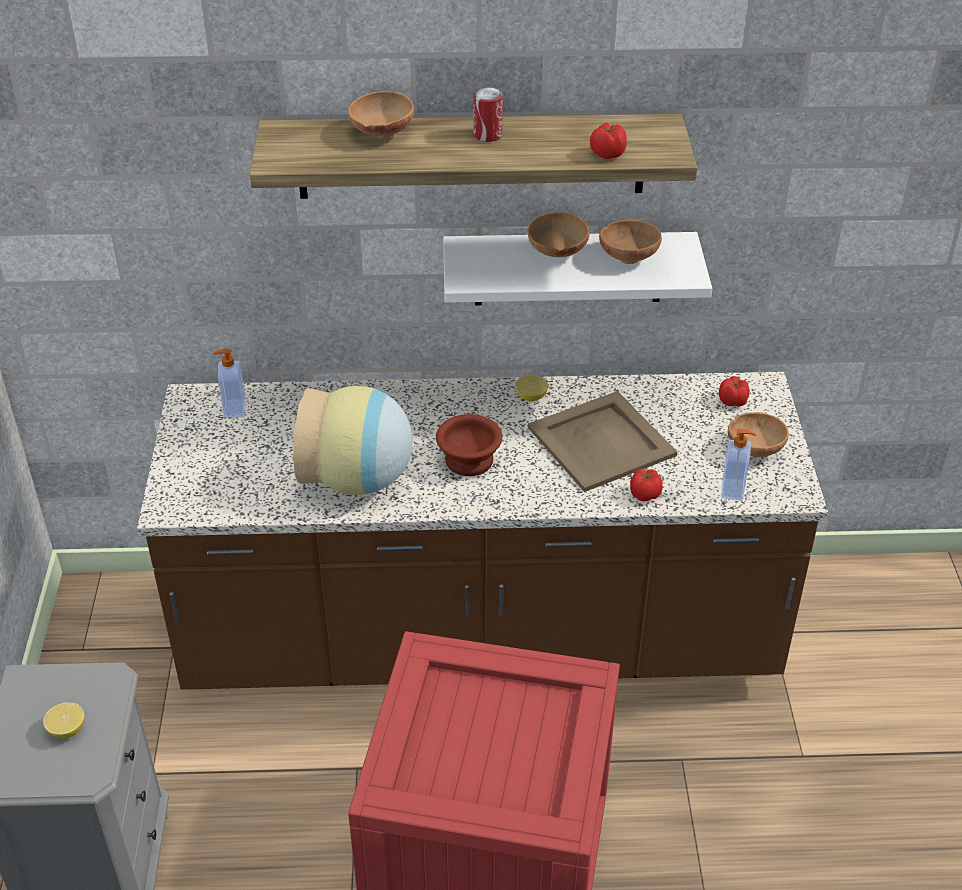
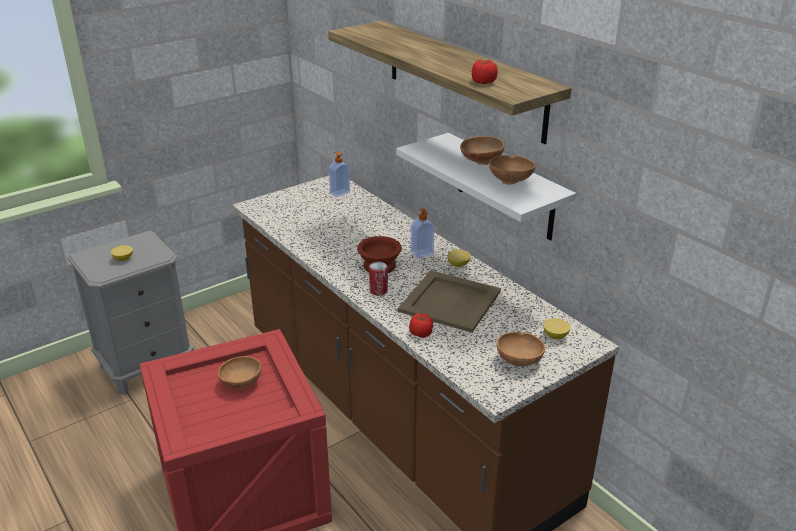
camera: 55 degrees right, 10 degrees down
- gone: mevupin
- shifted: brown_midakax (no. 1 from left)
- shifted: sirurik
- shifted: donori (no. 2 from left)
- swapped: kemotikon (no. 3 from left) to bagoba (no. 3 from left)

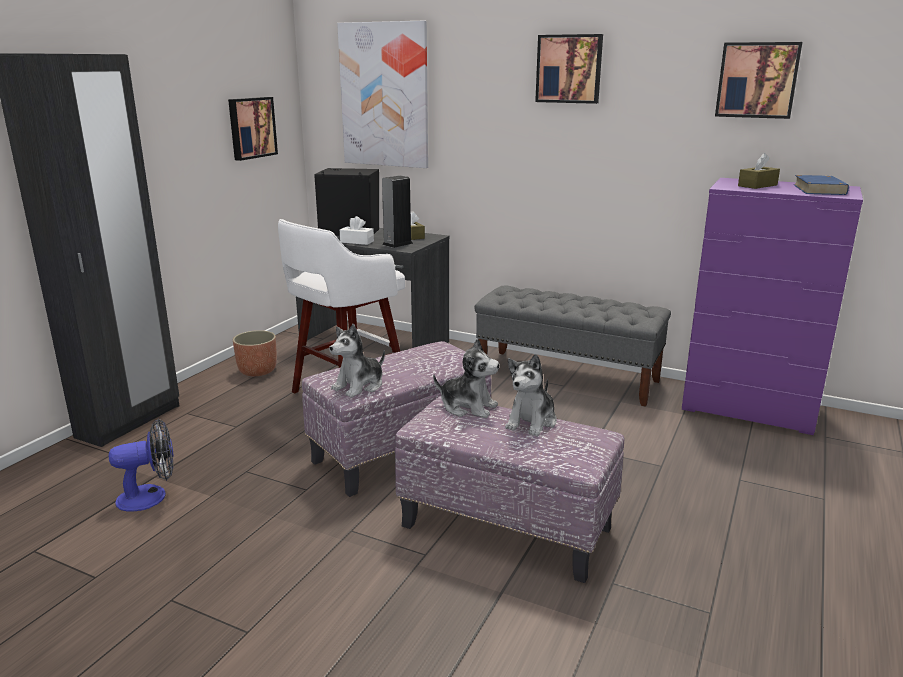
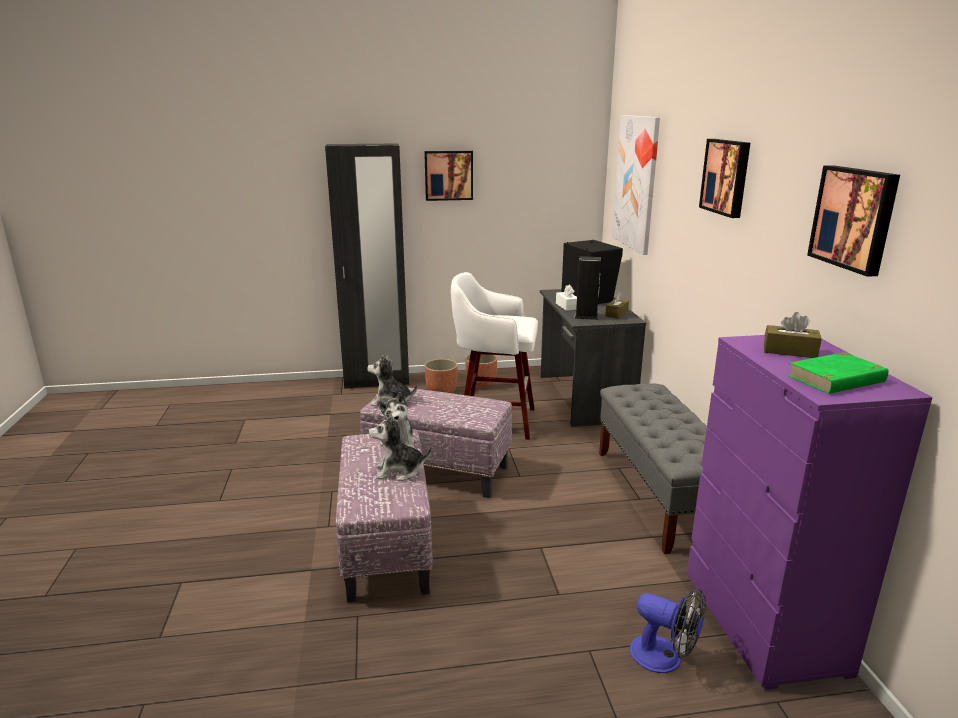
camera: 55 degrees right, 0 degrees up
- new: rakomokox (no. 1 from left)
- shifted: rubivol
- shifted: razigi (no. 1 from left)
- repainted: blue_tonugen to green_tonugen

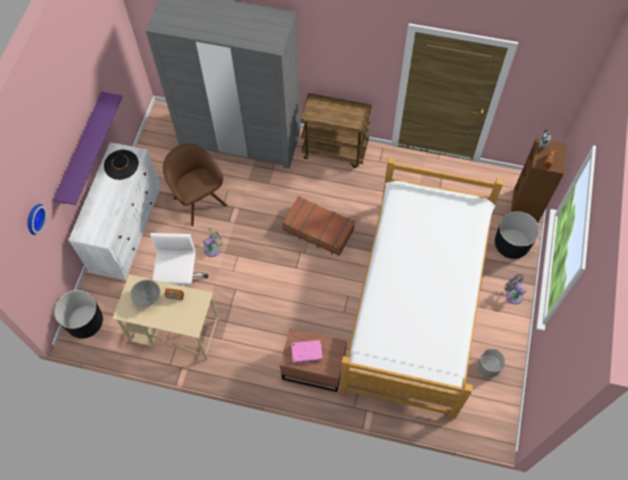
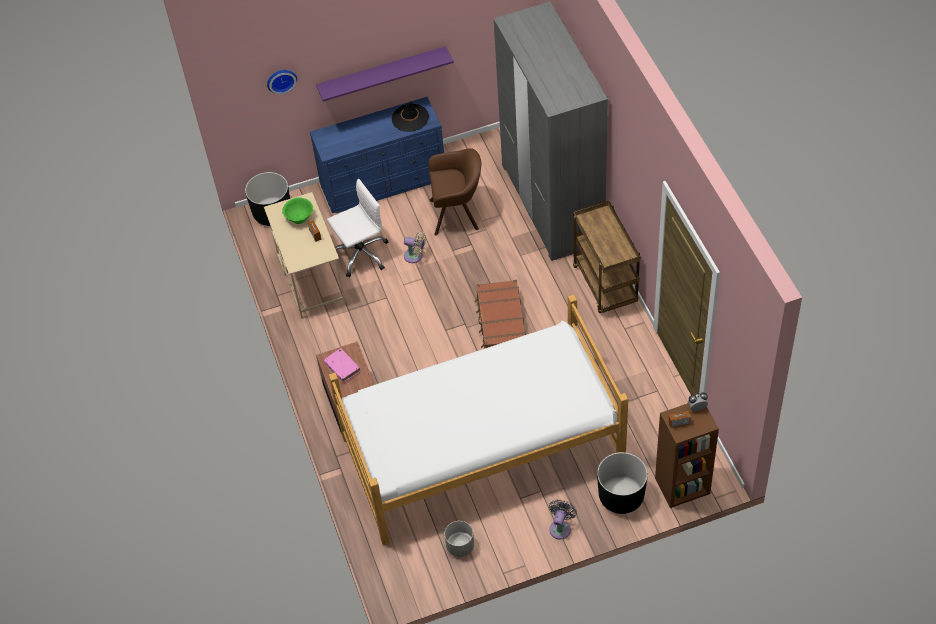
camera: 60 degrees right, 10 degrees down
- repainted: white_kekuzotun to blue_kekuzotun
- repainted: grey_midakax to green_midakax
- rotated: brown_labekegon 60 degrees clockwise

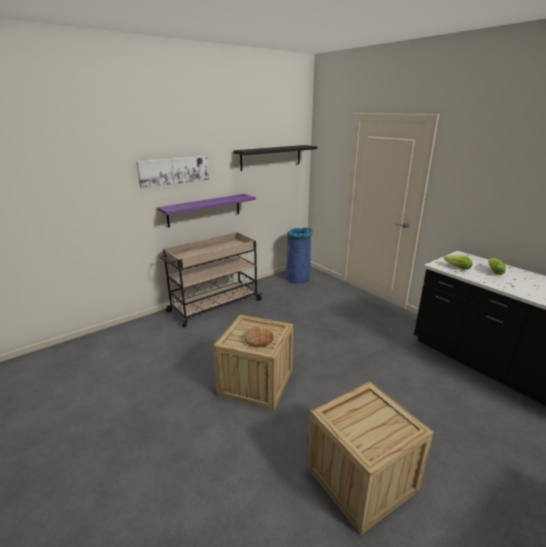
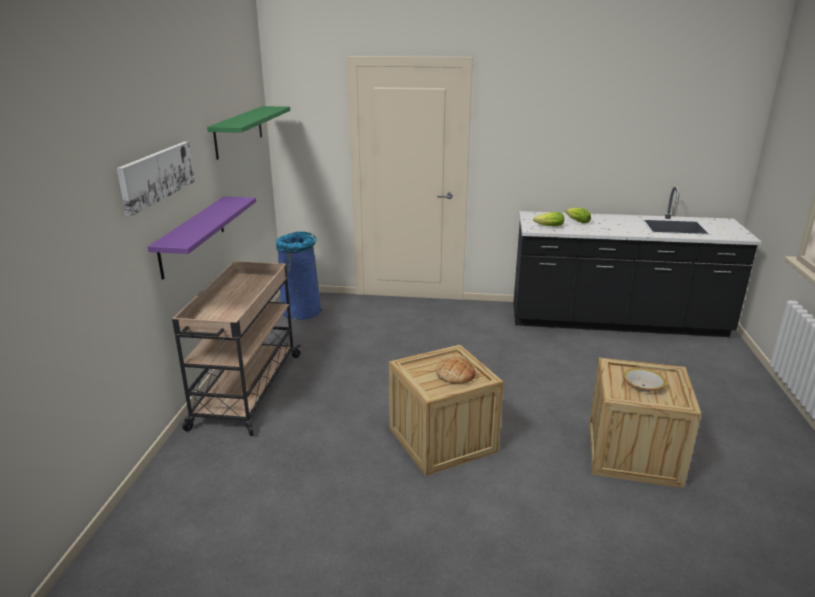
camera: 45 degrees left, 0 degrees up
- new: midakax
- repainted: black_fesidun to green_fesidun

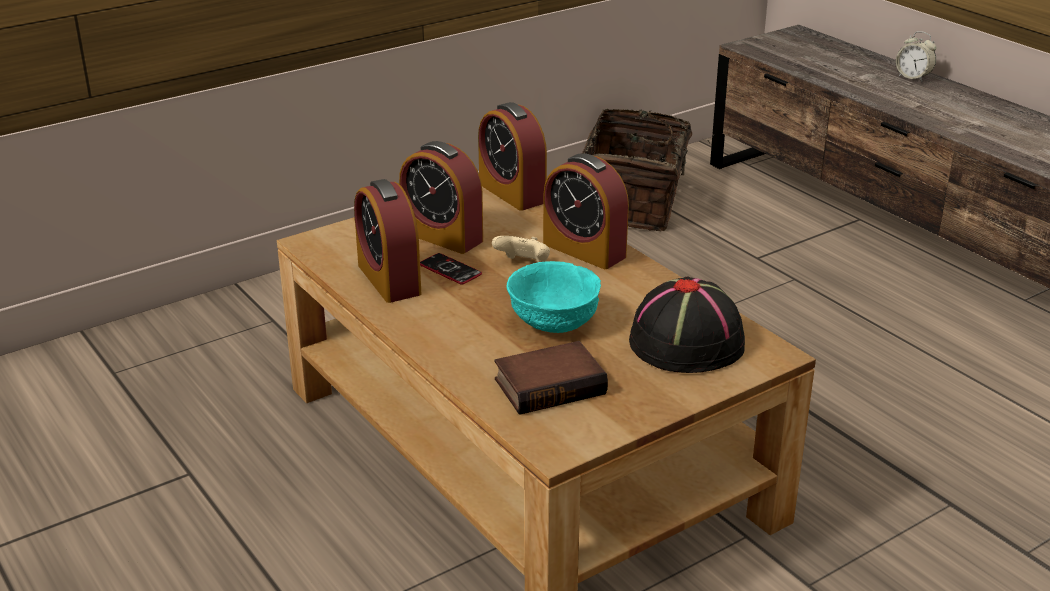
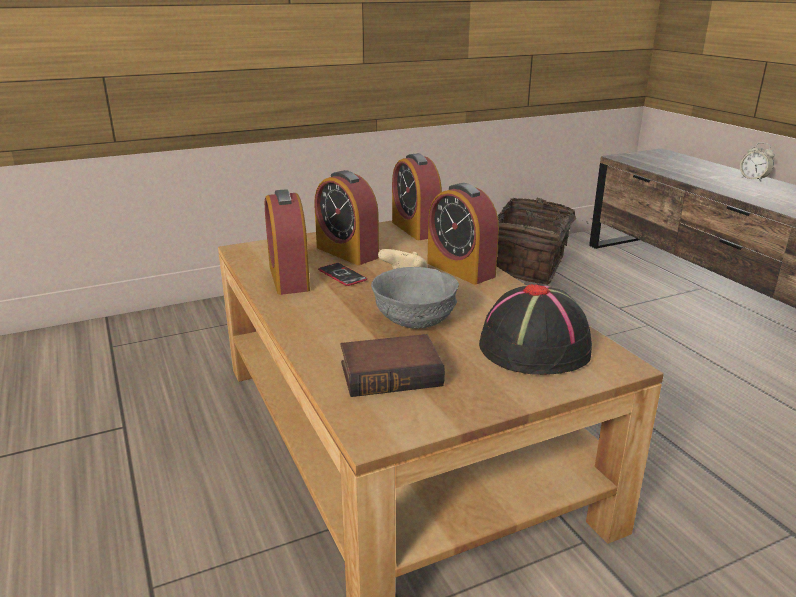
camera: 10 degrees right, 5 degrees down
- repainted: turquoise_midakax to grey_midakax

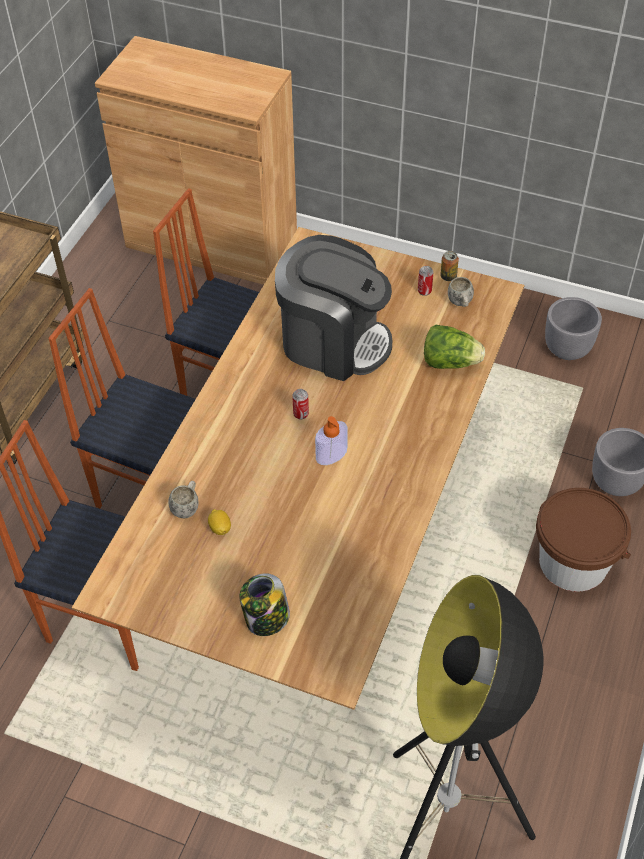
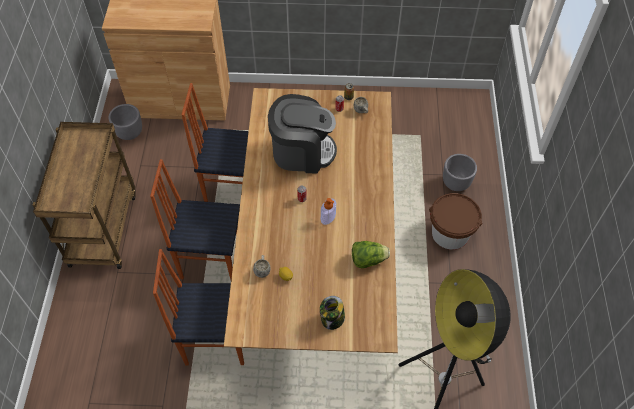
camera: 20 degrees left, 5 degrees up
- shifted: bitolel
- shifted: grey_rakomokox (no. 1 from left)

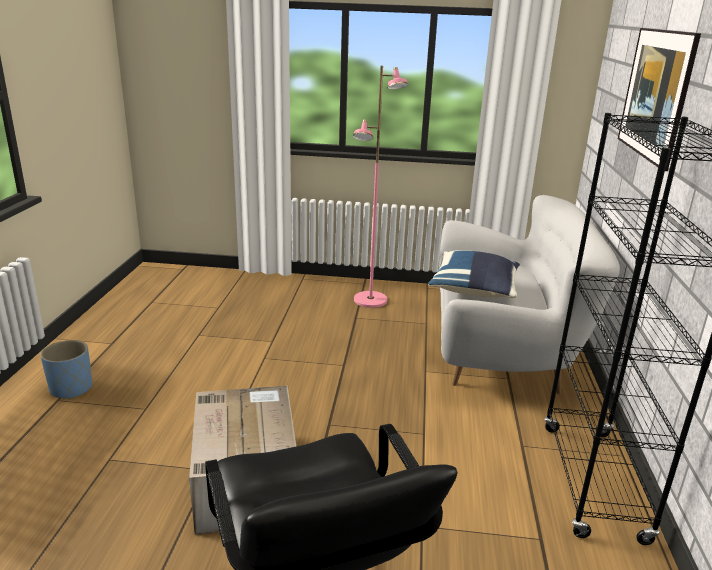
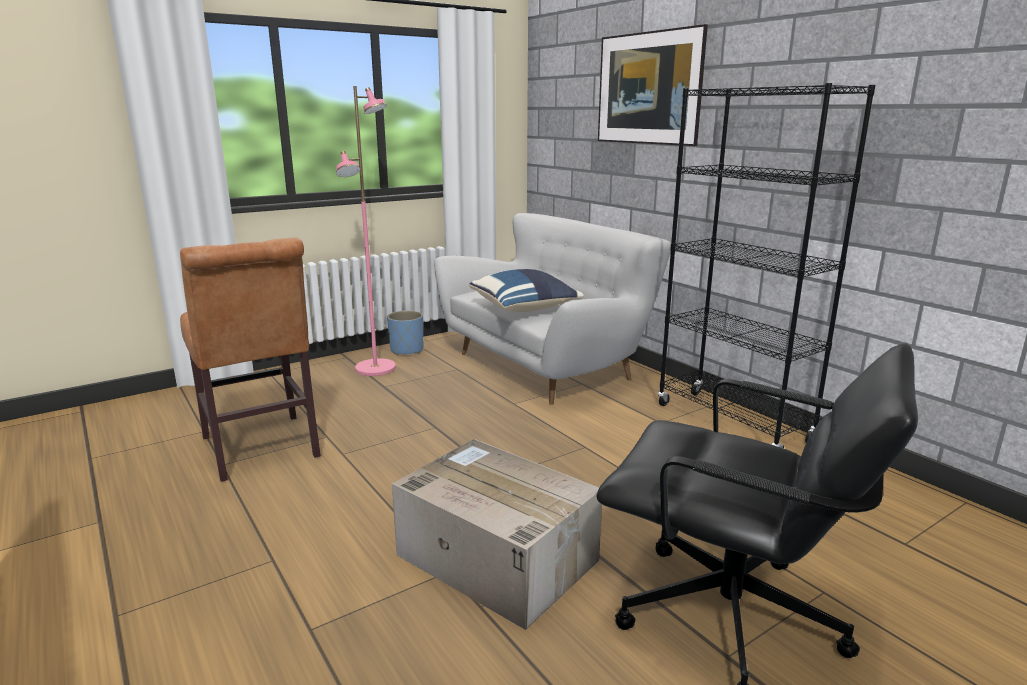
camera: 40 degrees left, 5 degrees down
- new: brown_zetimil
- shifted: blue_rakomokox

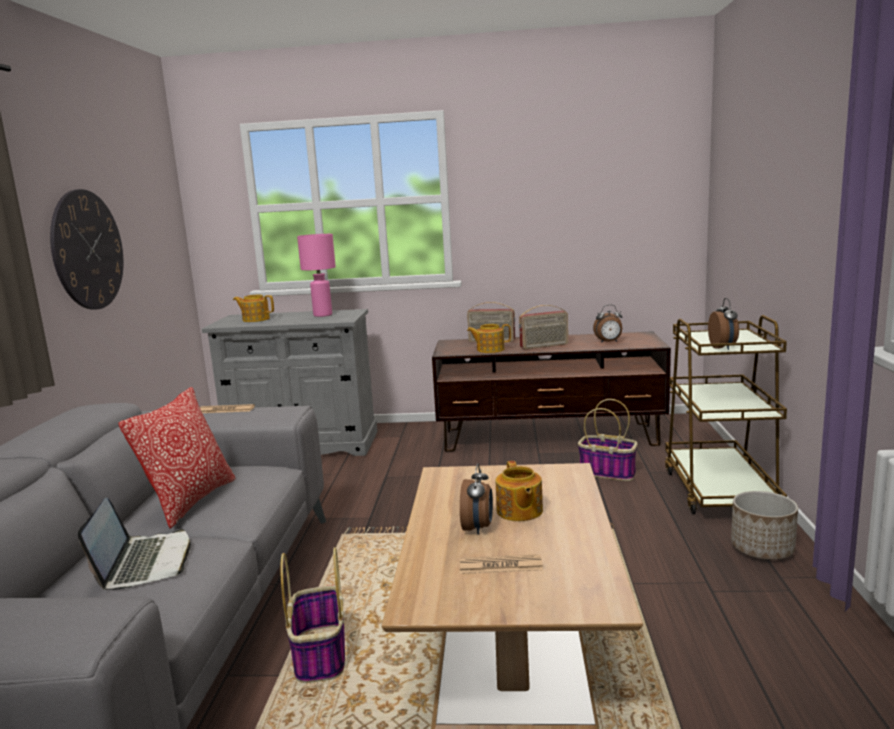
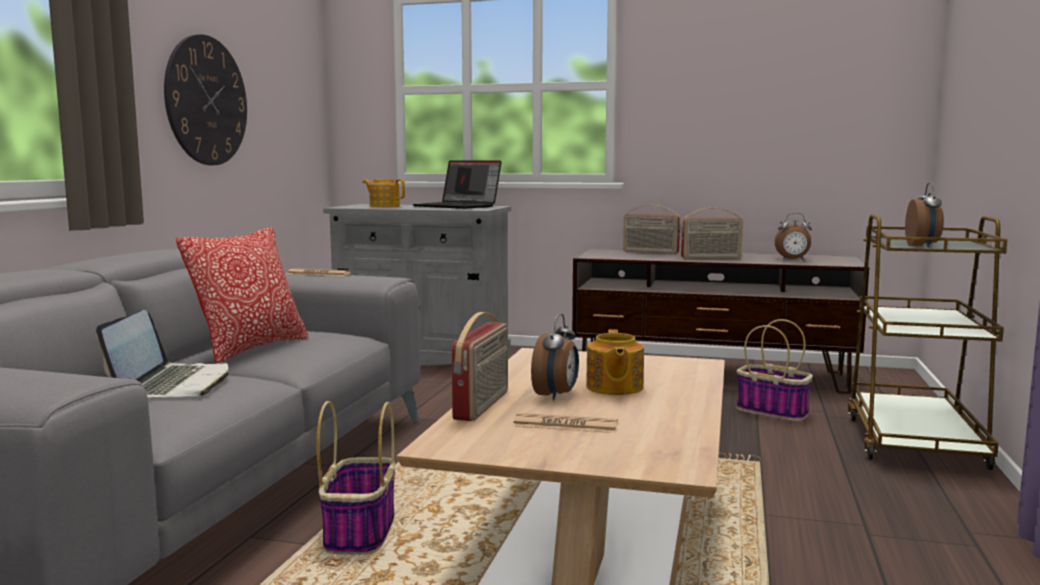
camera: 10 degrees right, 5 degrees down
- gone: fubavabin (no. 2 from left)
- gone: rakomokox
- new: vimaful (no. 1 from left)
- swapped: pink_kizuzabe to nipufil (no. 2 from left)

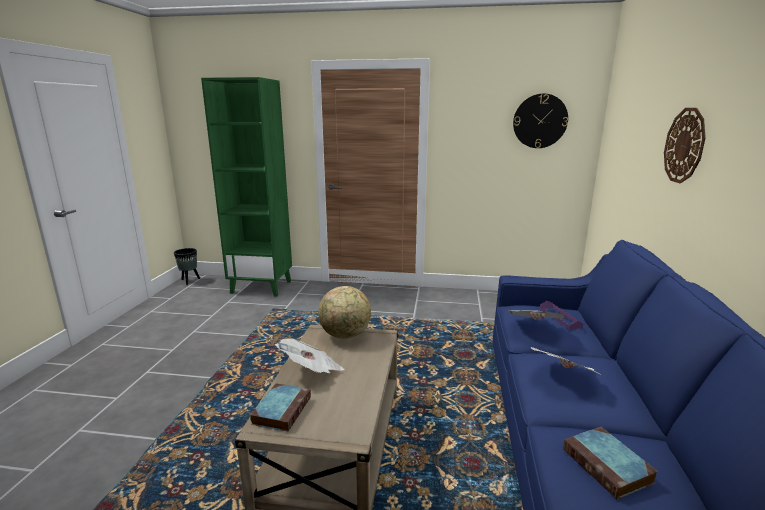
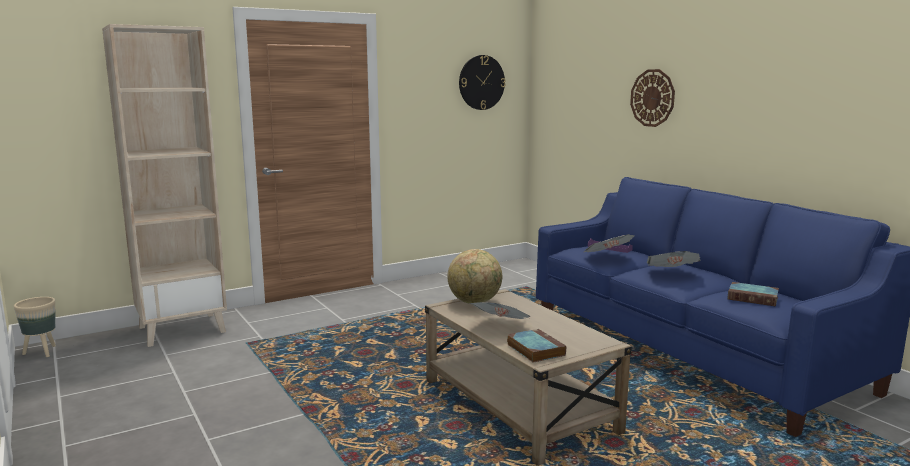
camera: 40 degrees left, 5 degrees down
- repainted: black_rakomokox to beige_rakomokox
- repainted: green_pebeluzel to beige_pebeluzel

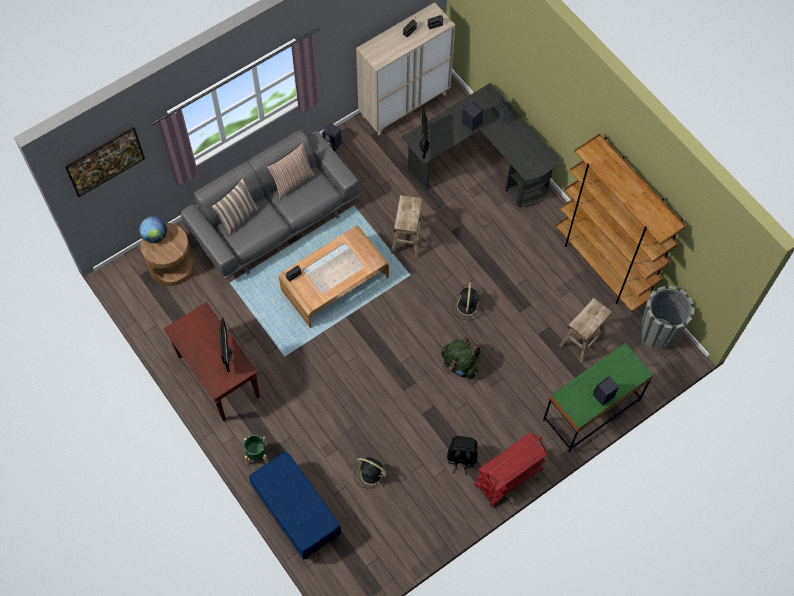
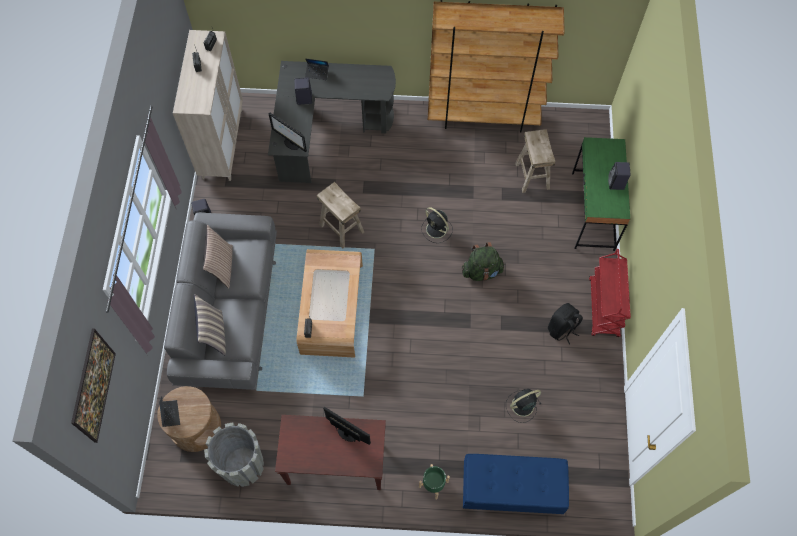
camera: 50 degrees left, 0 degrees up
- shifted: grey_rakomokox
- swapped: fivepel to nipufil (no. 1 from left)

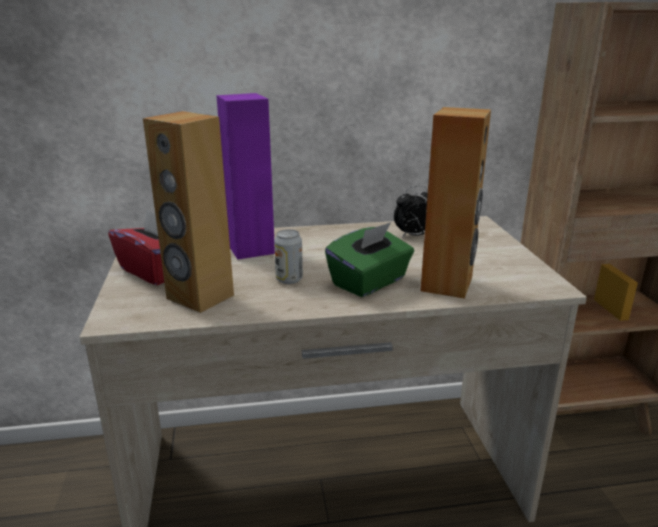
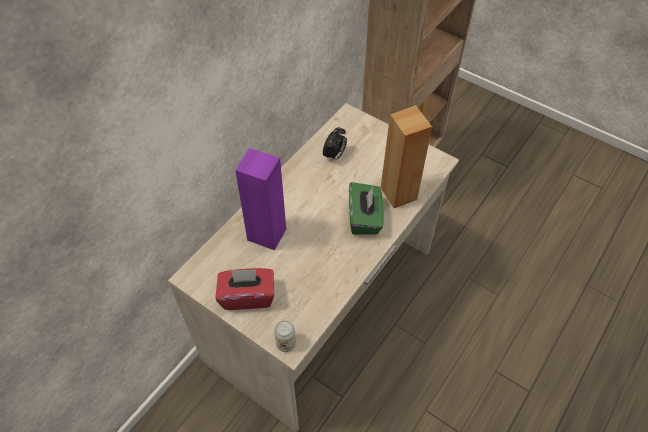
camera: 45 degrees left, 30 degrees up
- gone: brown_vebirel (no. 1 from left)
- shifted: sirurik

